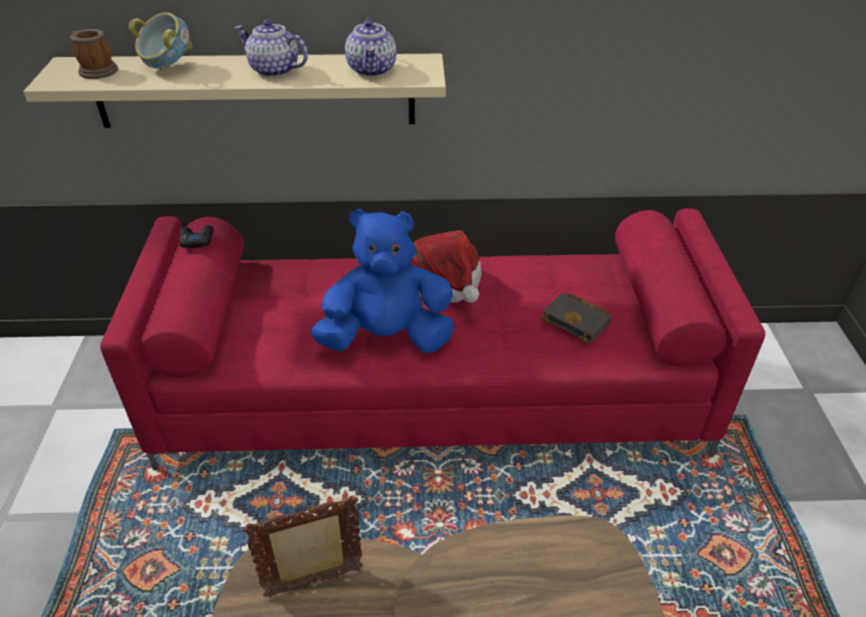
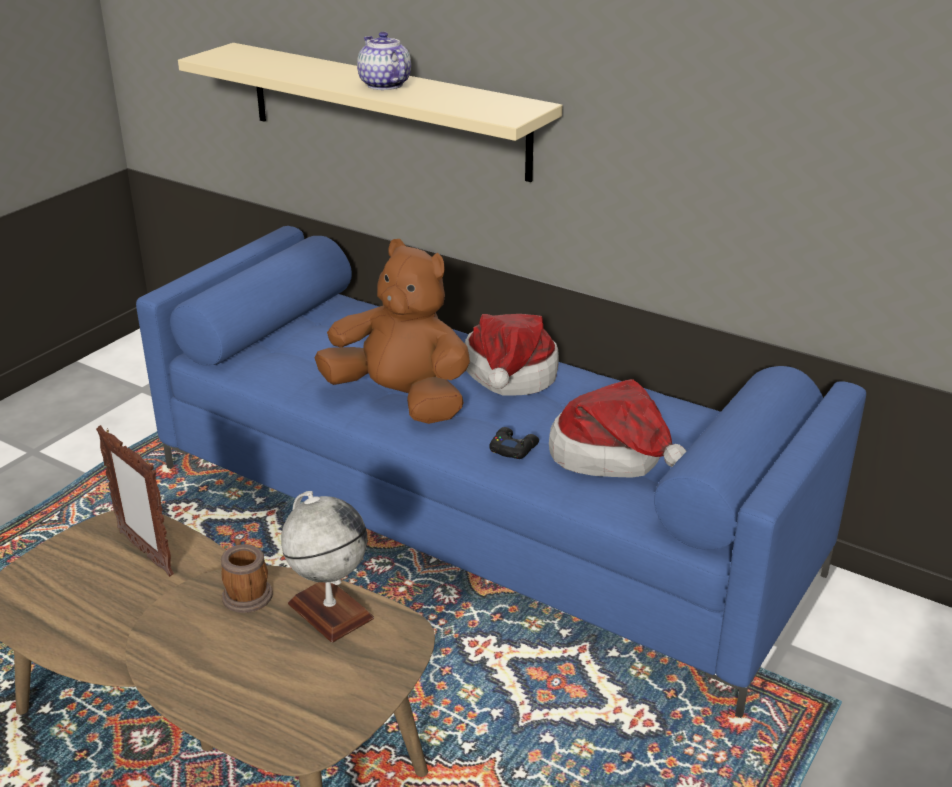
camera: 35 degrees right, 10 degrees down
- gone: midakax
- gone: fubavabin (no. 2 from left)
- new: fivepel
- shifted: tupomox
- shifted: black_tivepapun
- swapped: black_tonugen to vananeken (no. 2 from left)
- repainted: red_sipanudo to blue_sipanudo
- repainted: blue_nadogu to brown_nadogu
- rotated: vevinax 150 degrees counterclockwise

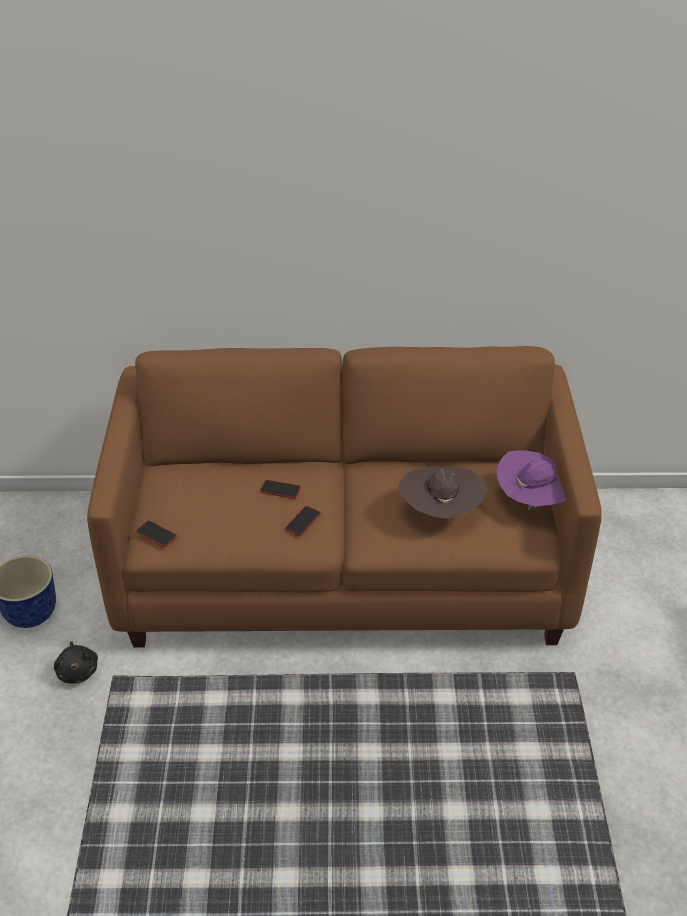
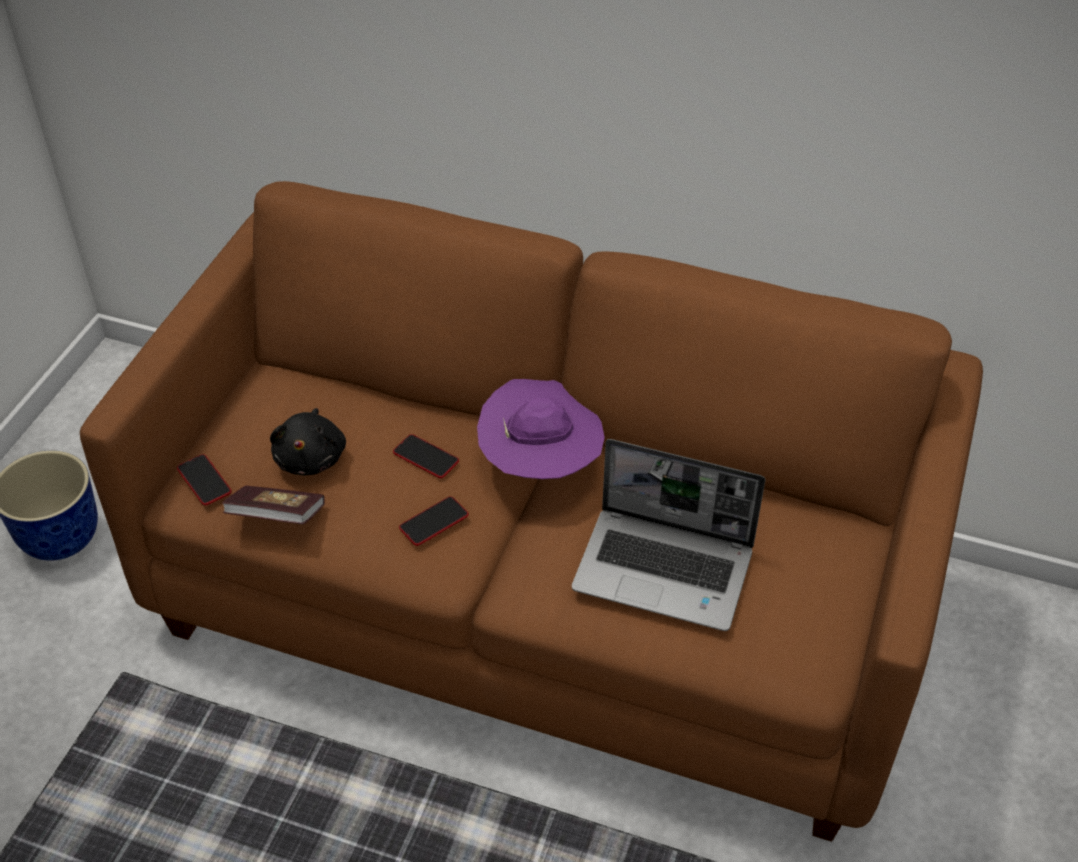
camera: 20 degrees right, 5 degrees up
- new: tonugen
- shifted: black_nadogu
- shifted: purple_vananeken
- swapped: brown_vananeken to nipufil

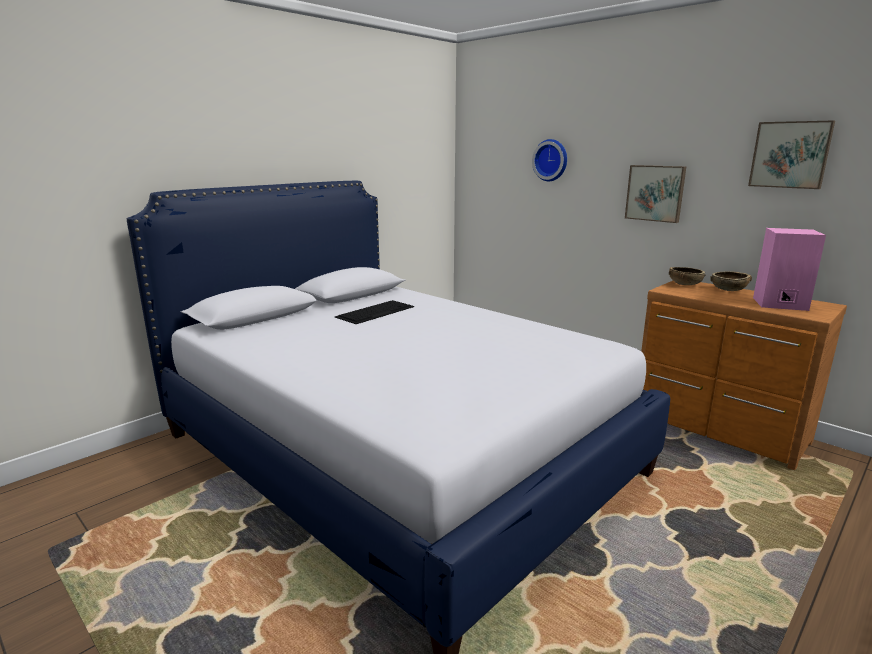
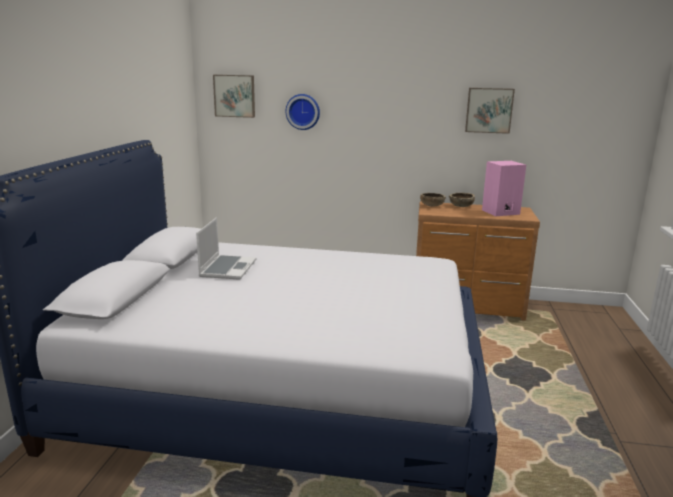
camera: 35 degrees left, 0 degrees up
- shifted: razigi (no. 1 from left)
- swapped: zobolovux to nipufil

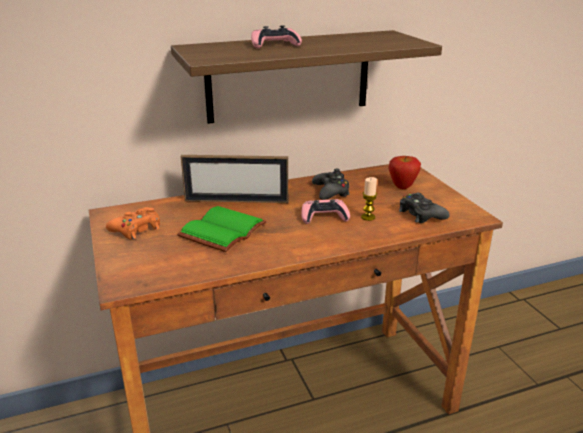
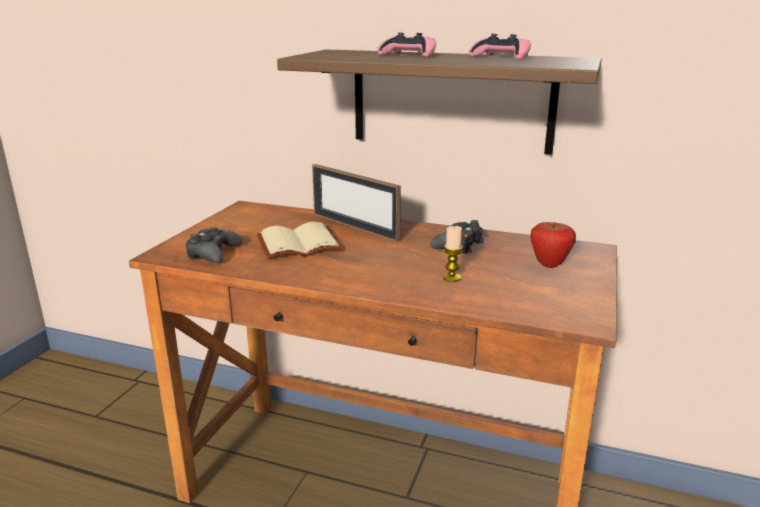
camera: 40 degrees right, 5 degrees down
- gone: orange_tivepapun
- shifted: pink_tivepapun (no. 2 from left)
- shifted: black_tivepapun (no. 2 from left in the first image) to black_tivepapun (no. 1 from left)
- repainted: green_tonugen to beige_tonugen

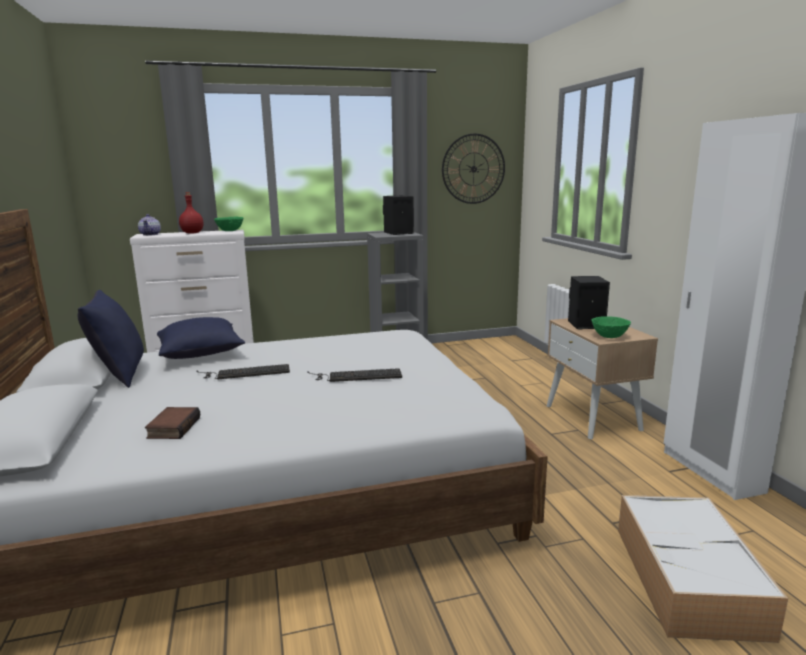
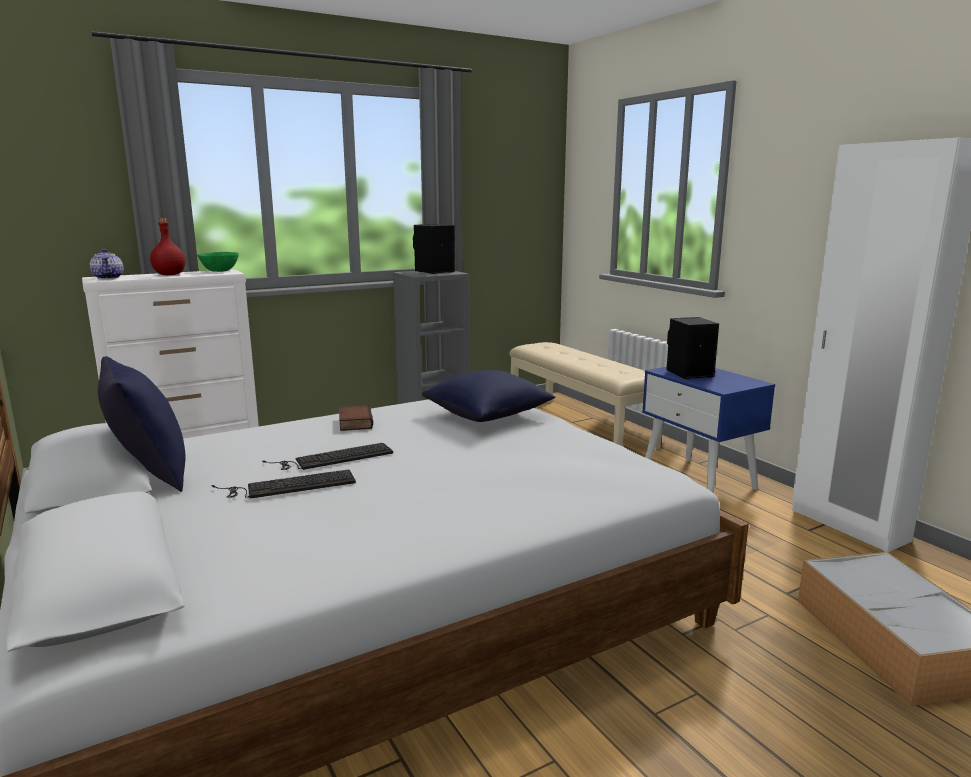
camera: 15 degrees left, 0 degrees up
- gone: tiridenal
- gone: green_midakax (no. 2 from left)
- new: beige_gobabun
- shifted: tonugen
- shifted: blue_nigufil (no. 2 from left)
- shifted: zobolovux (no. 2 from left in the first image) to zobolovux (no. 1 from left)
- repainted: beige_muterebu to blue_muterebu

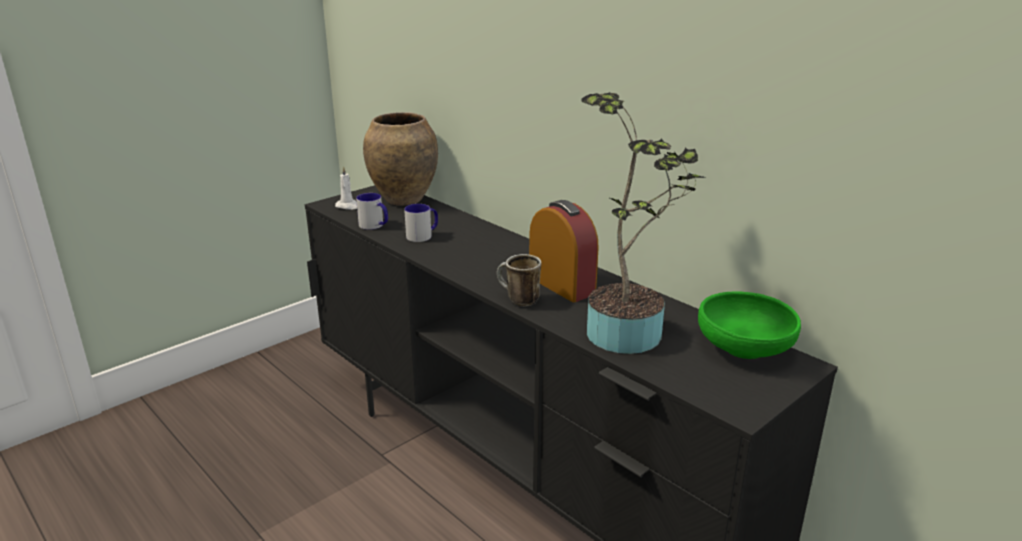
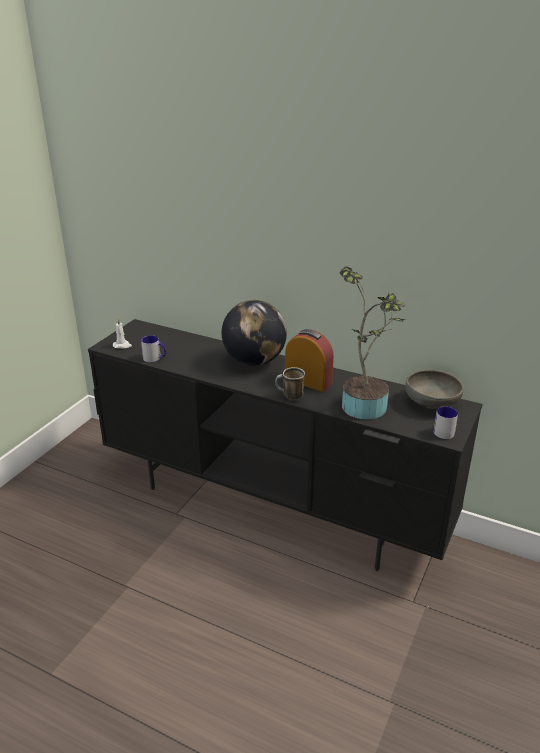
camera: 20 degrees left, 5 degrees up
- gone: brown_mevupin
- new: fivepel
- shifted: tupomox (no. 2 from left in the first image) to tupomox (no. 3 from left)
- repainted: green_midakax to grey_midakax

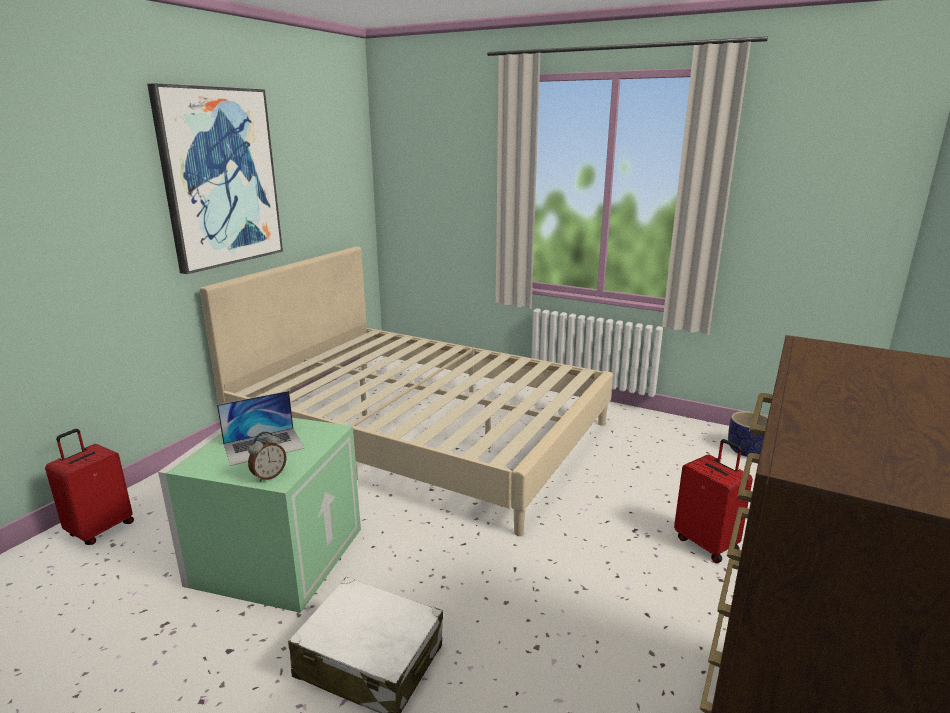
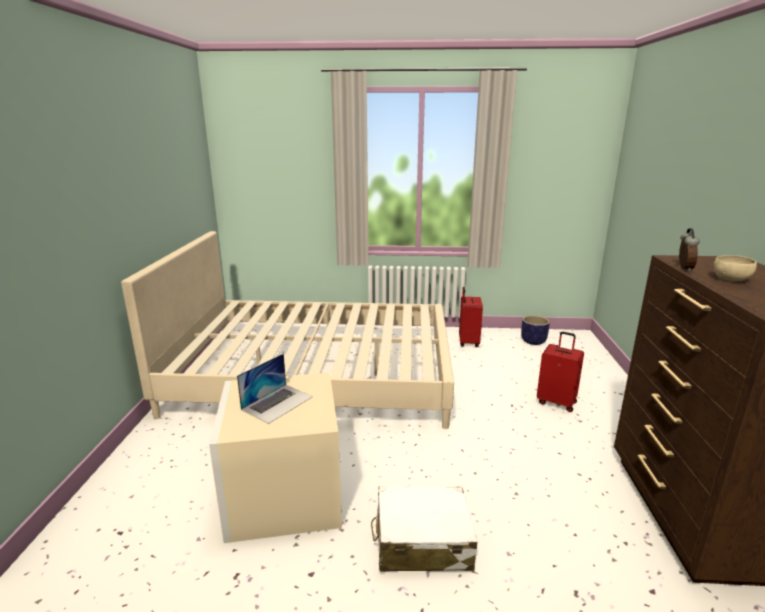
camera: 25 degrees left, 0 degrees up
- gone: razigi
- new: beige_midakax
- shifted: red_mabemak (no. 1 from left)
- shifted: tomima
- repainted: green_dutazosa to beige_dutazosa

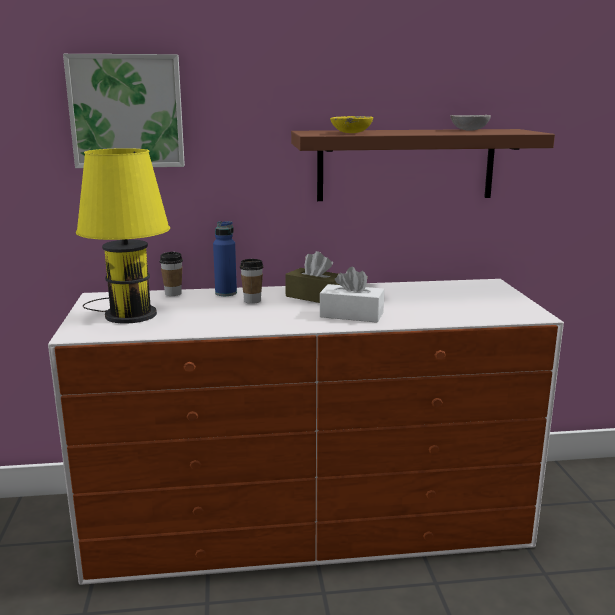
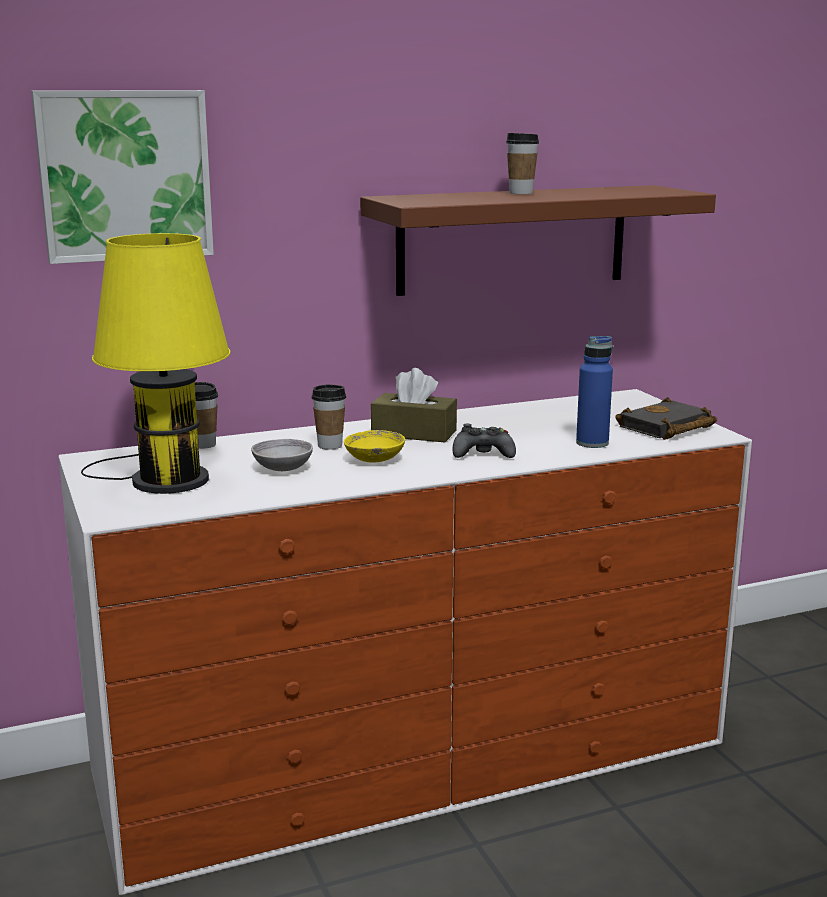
camera: 15 degrees left, 0 degrees up
- new: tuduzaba (no. 3 from left)
- new: black_tonugen
- shifted: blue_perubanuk
- shifted: yellow_midakax
- shifted: grey_midakax
- swapped: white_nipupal to black_tivepapun

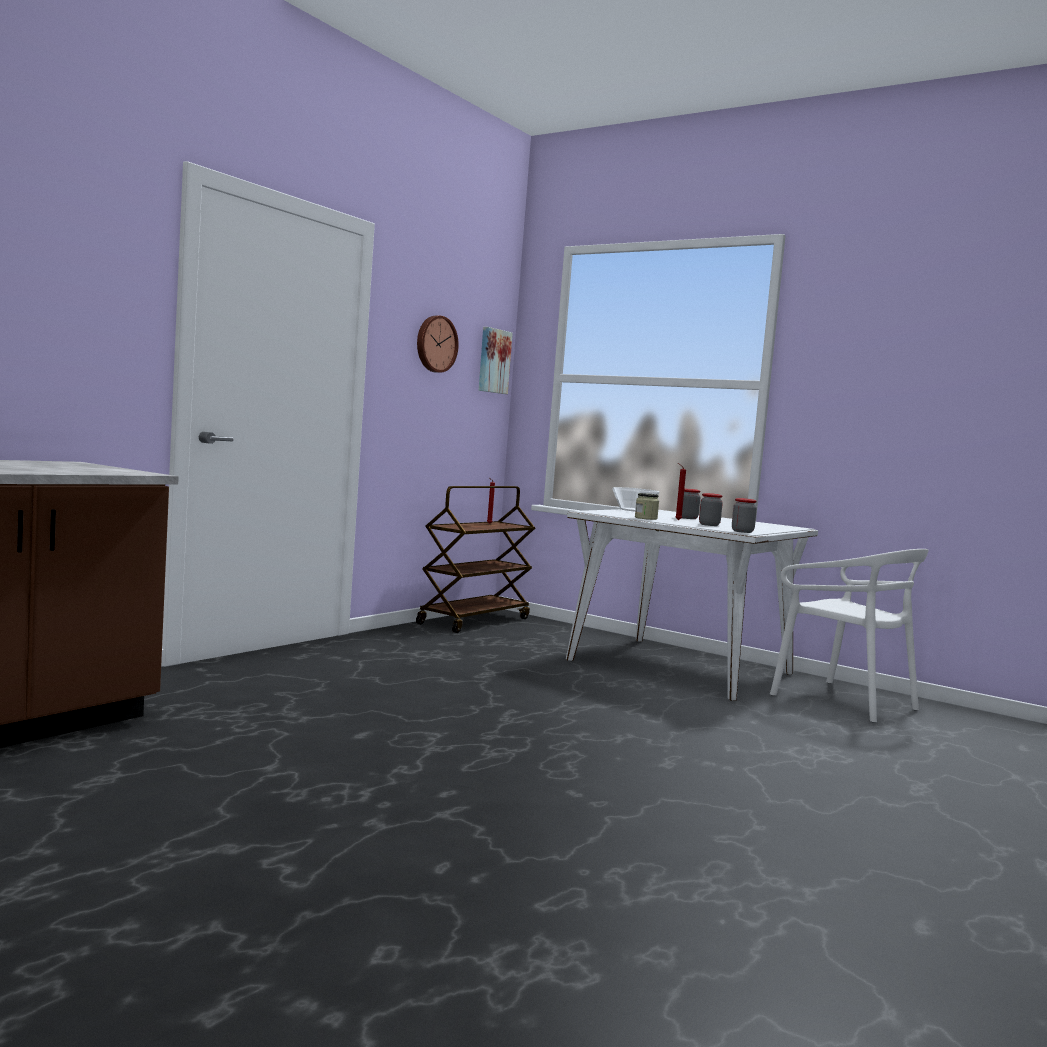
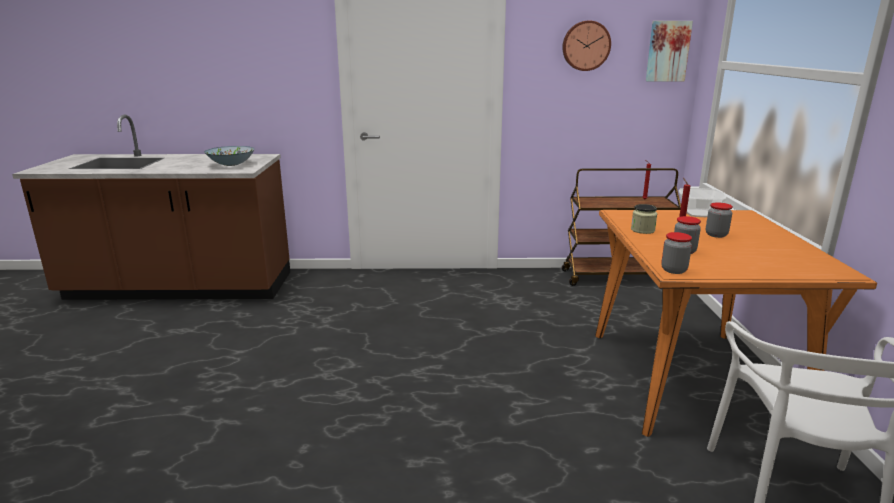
camera: 55 degrees right, 15 degrees up
- new: midakax (no. 1 from left)
- repainted: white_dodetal to orange_dodetal

